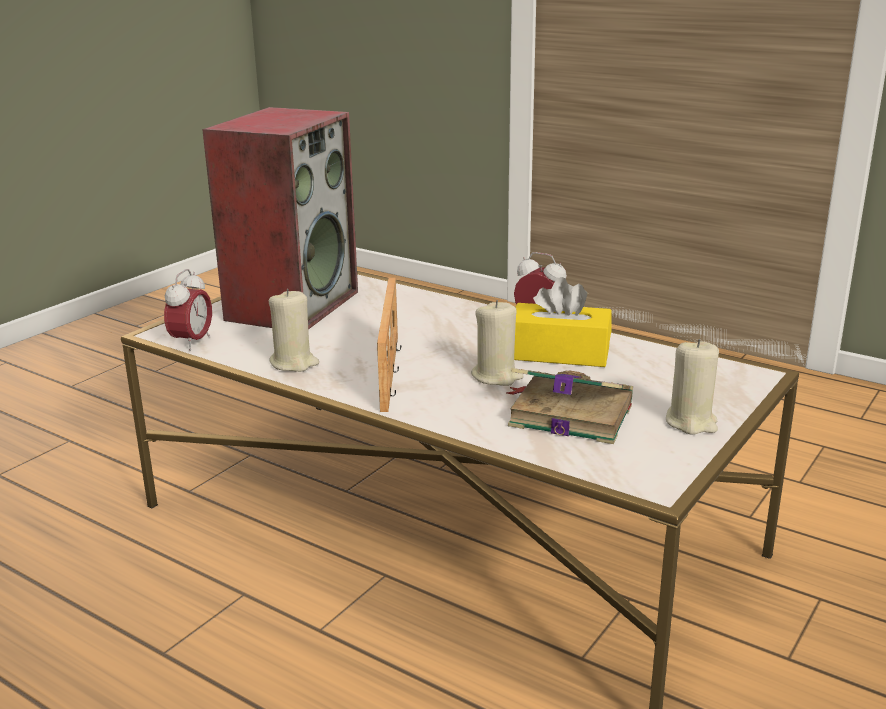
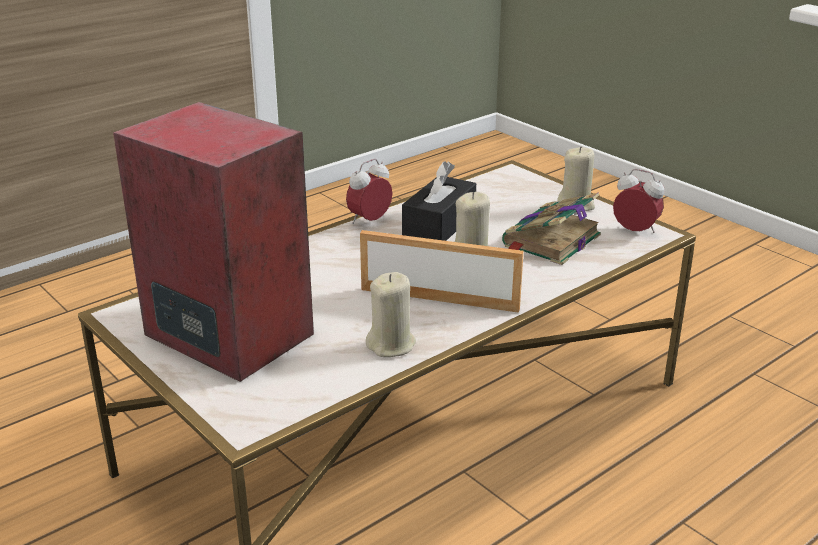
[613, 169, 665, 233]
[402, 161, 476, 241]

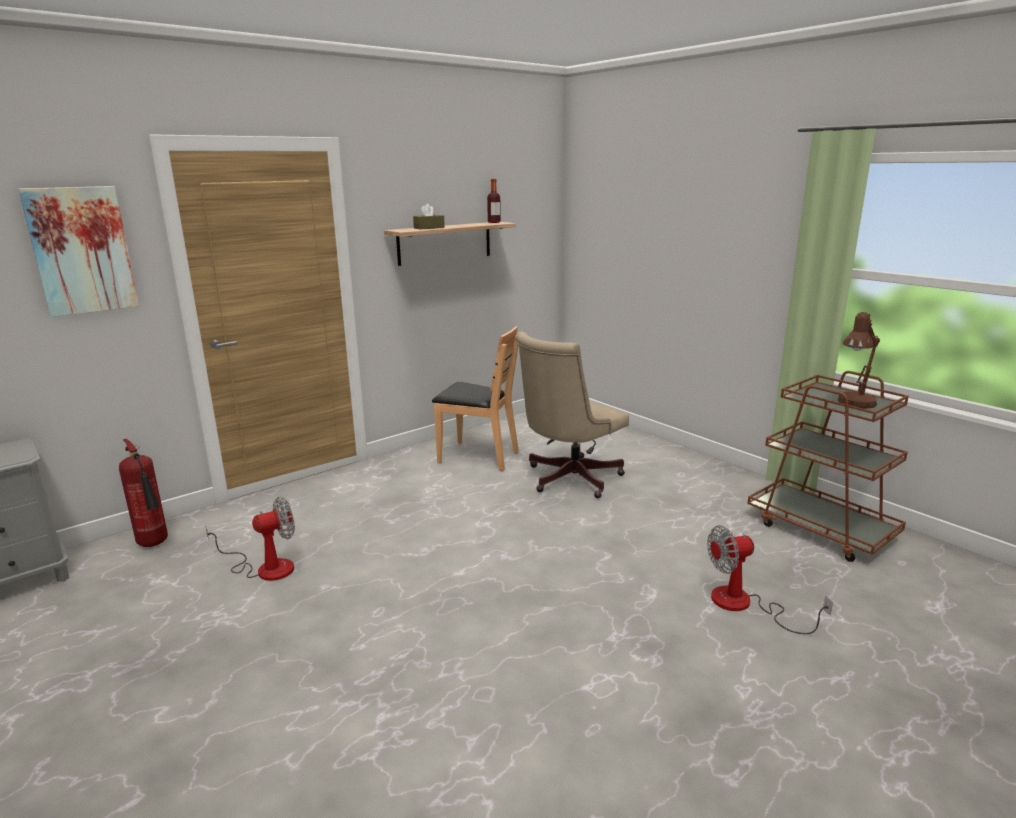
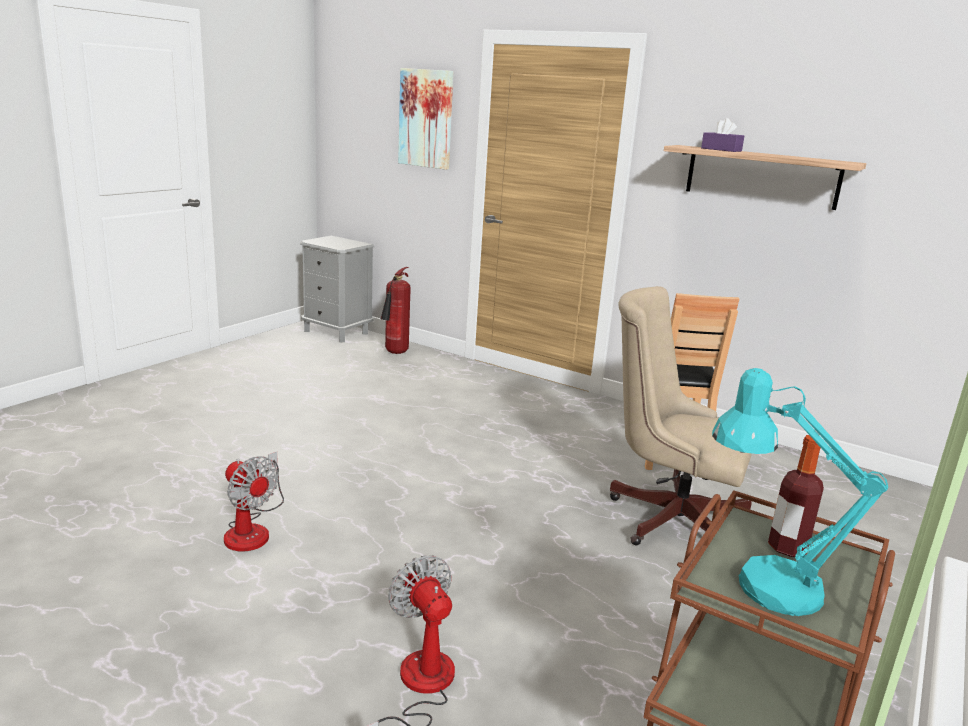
[224, 452, 284, 551]
[768, 435, 824, 557]
[701, 118, 744, 152]
[712, 368, 888, 616]

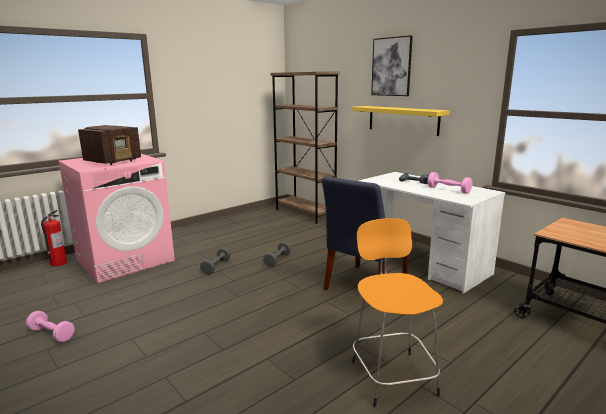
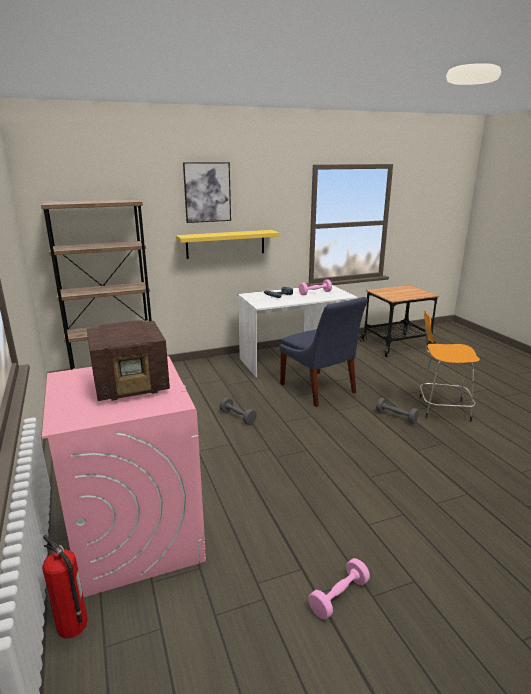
[376, 398, 419, 424]
[87, 320, 170, 401]

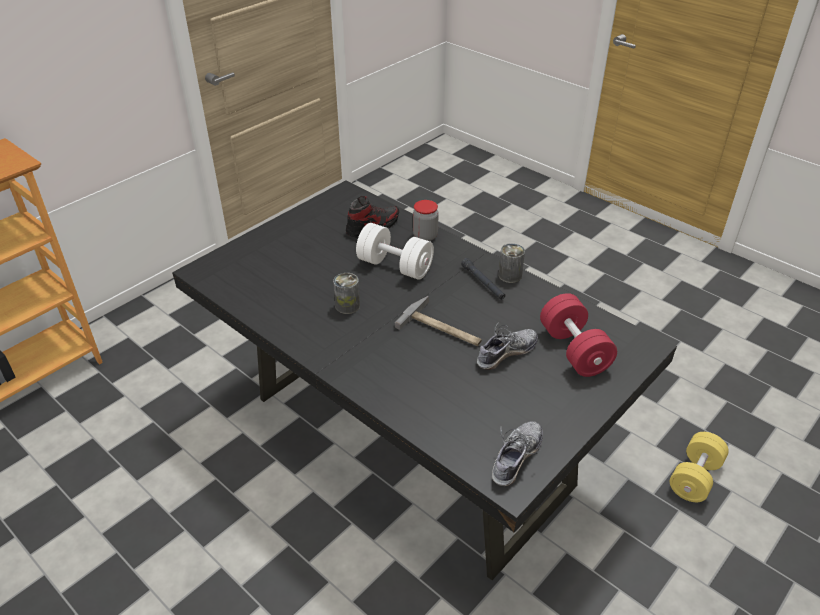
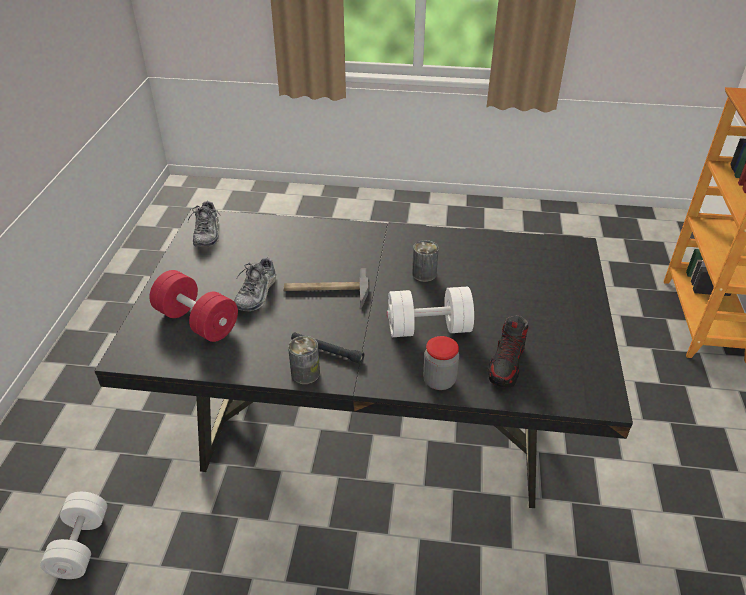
[40, 492, 107, 579]

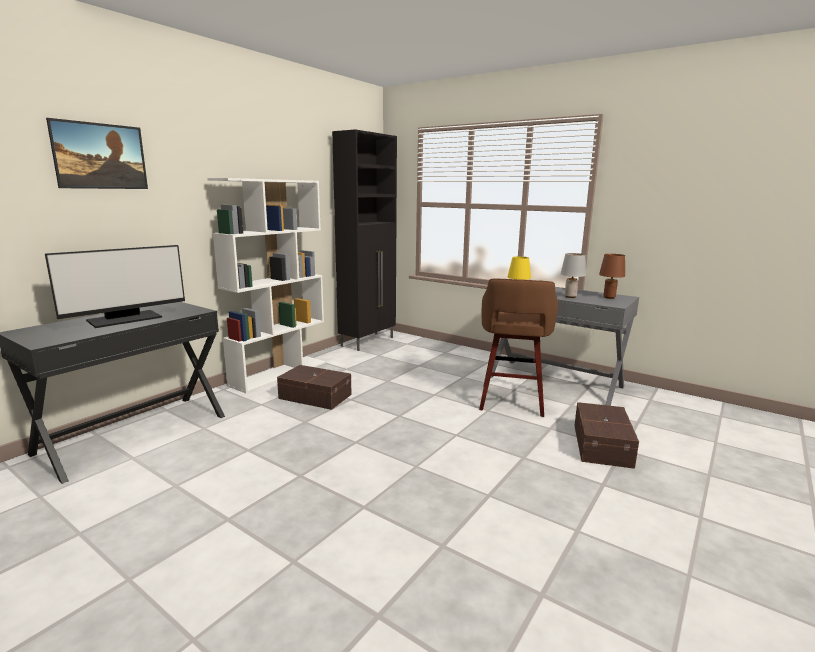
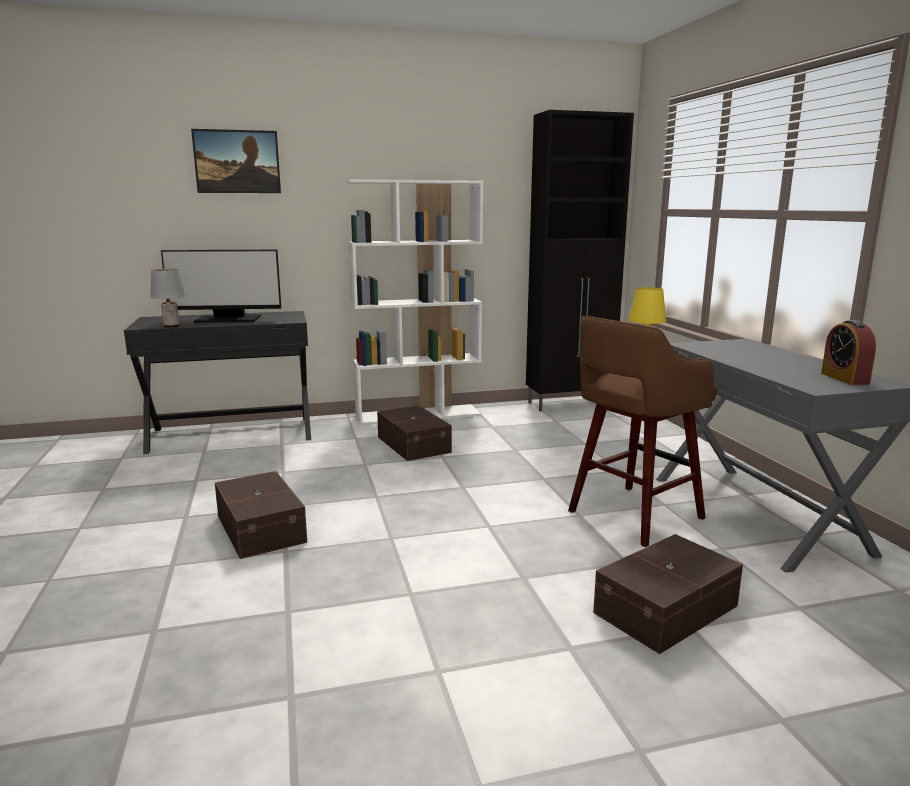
[215, 471, 307, 559]
[151, 269, 185, 327]
[821, 320, 876, 385]

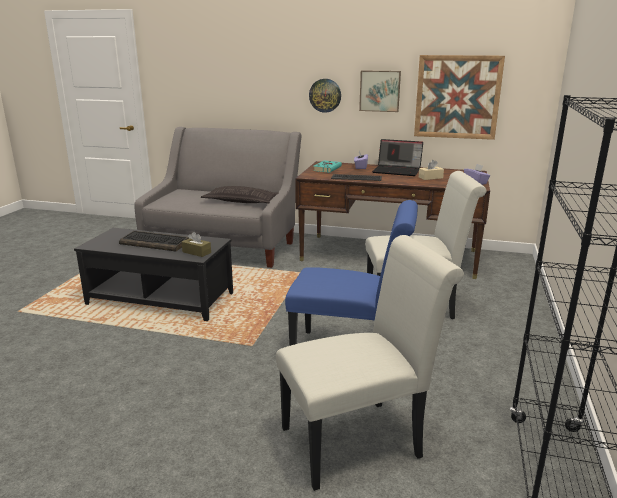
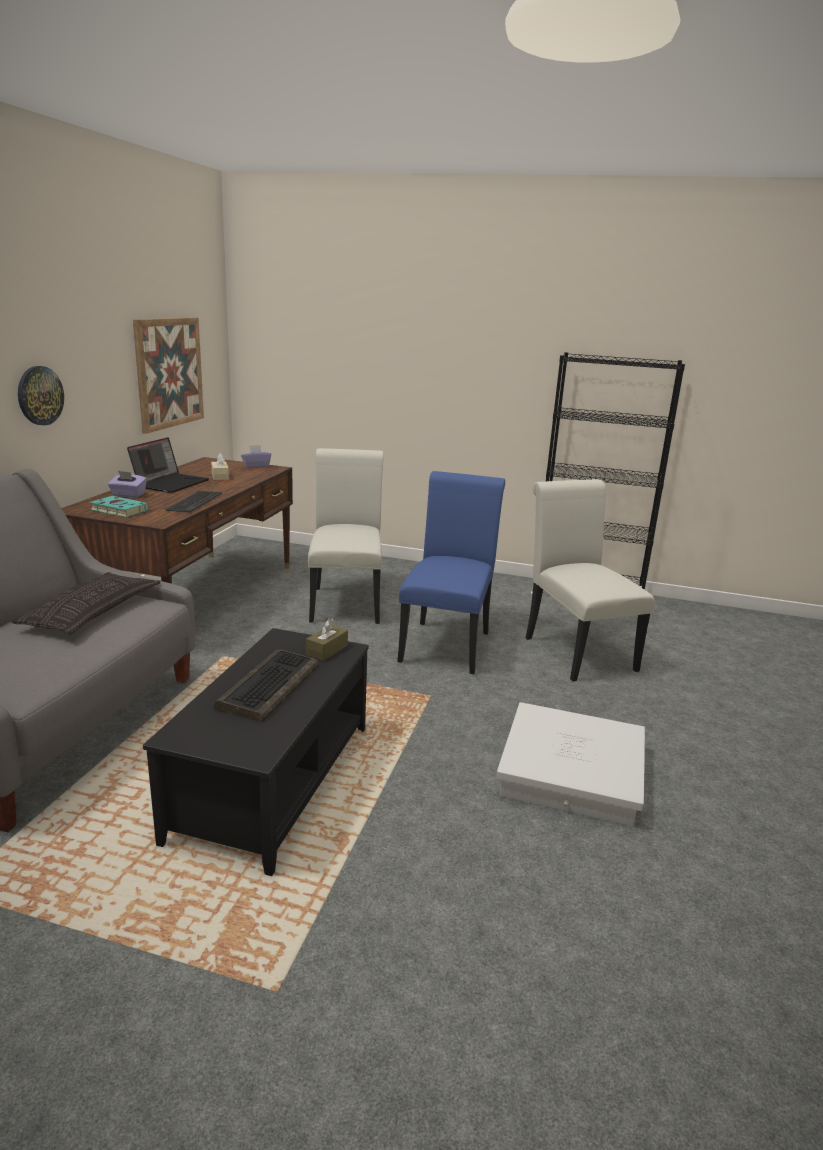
[359, 70, 401, 112] (first image)
[496, 702, 645, 826]

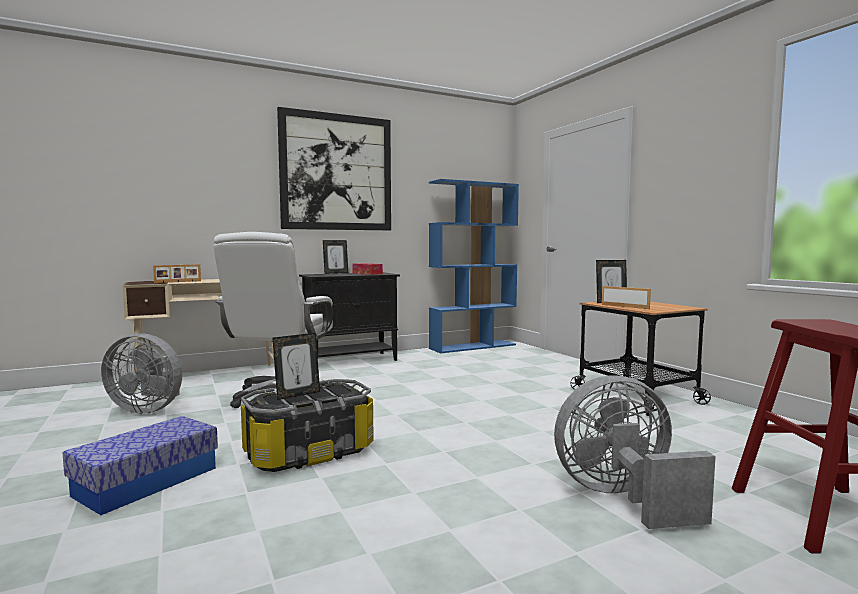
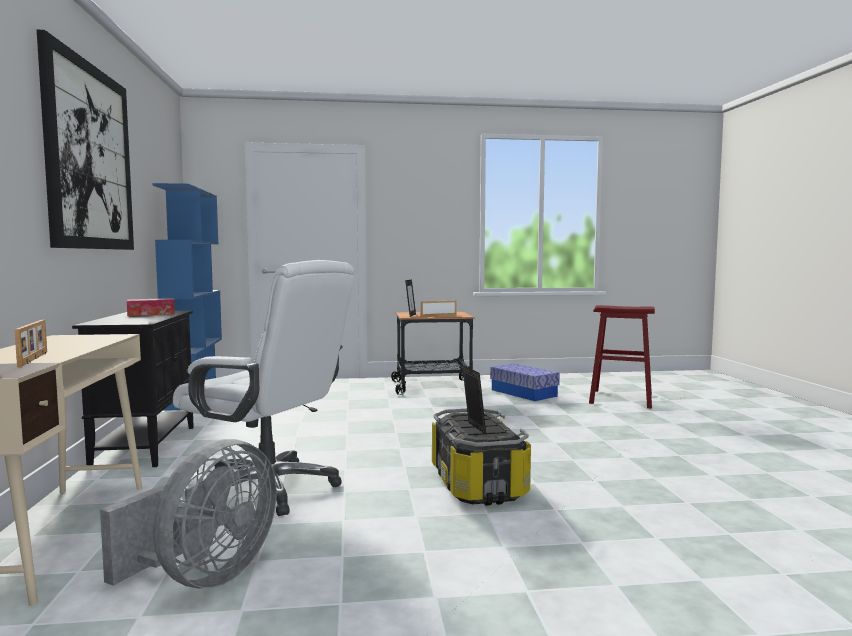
[323, 240, 348, 274] (first image)
[554, 375, 716, 529] (first image)
[490, 363, 560, 401]

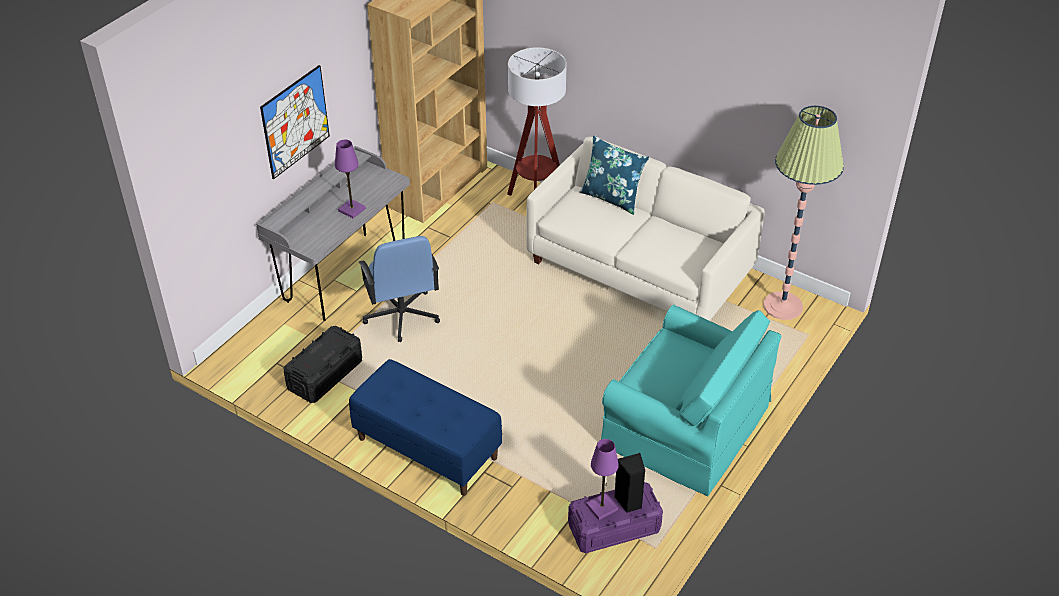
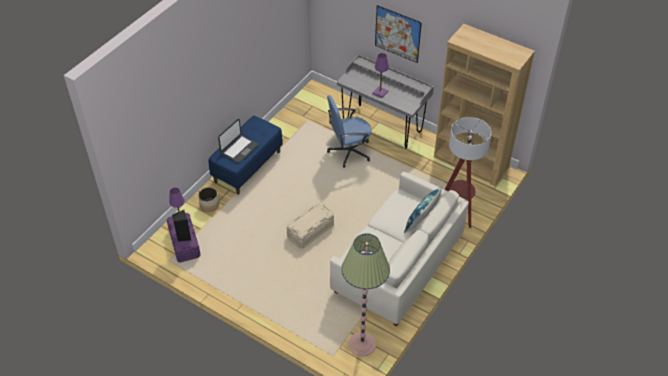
[284, 326, 362, 403] (first image)
[601, 305, 781, 496] (first image)
[198, 187, 219, 212]
[218, 119, 259, 163]
[287, 203, 334, 248]

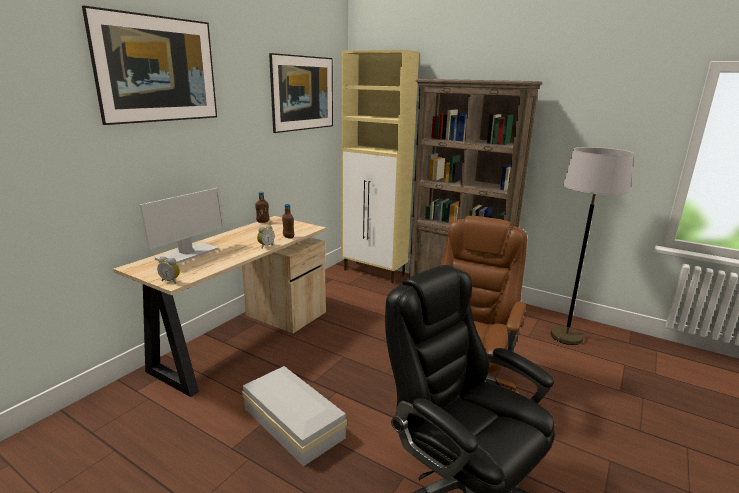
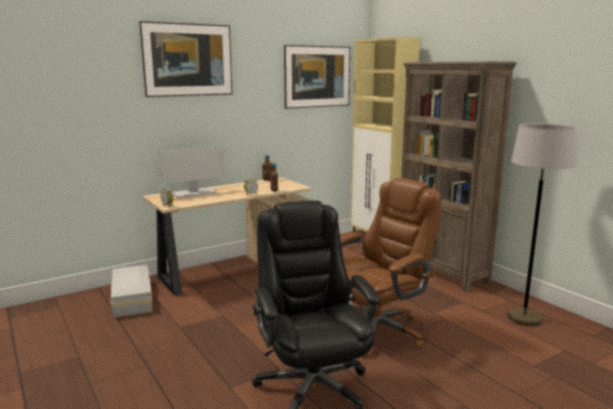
[111, 265, 153, 318]

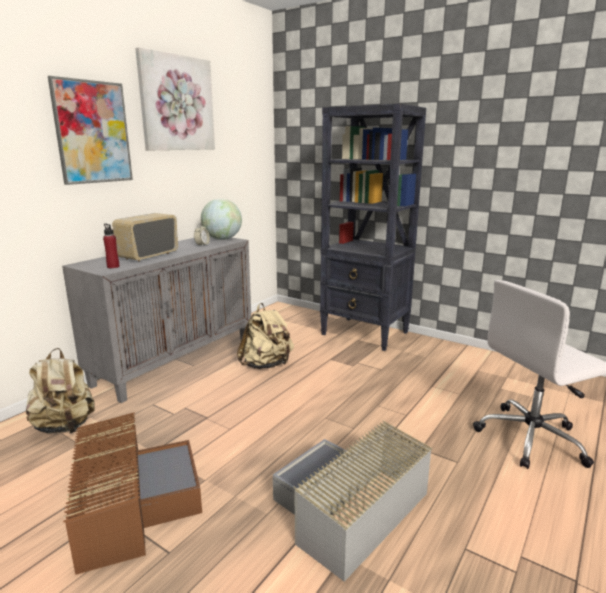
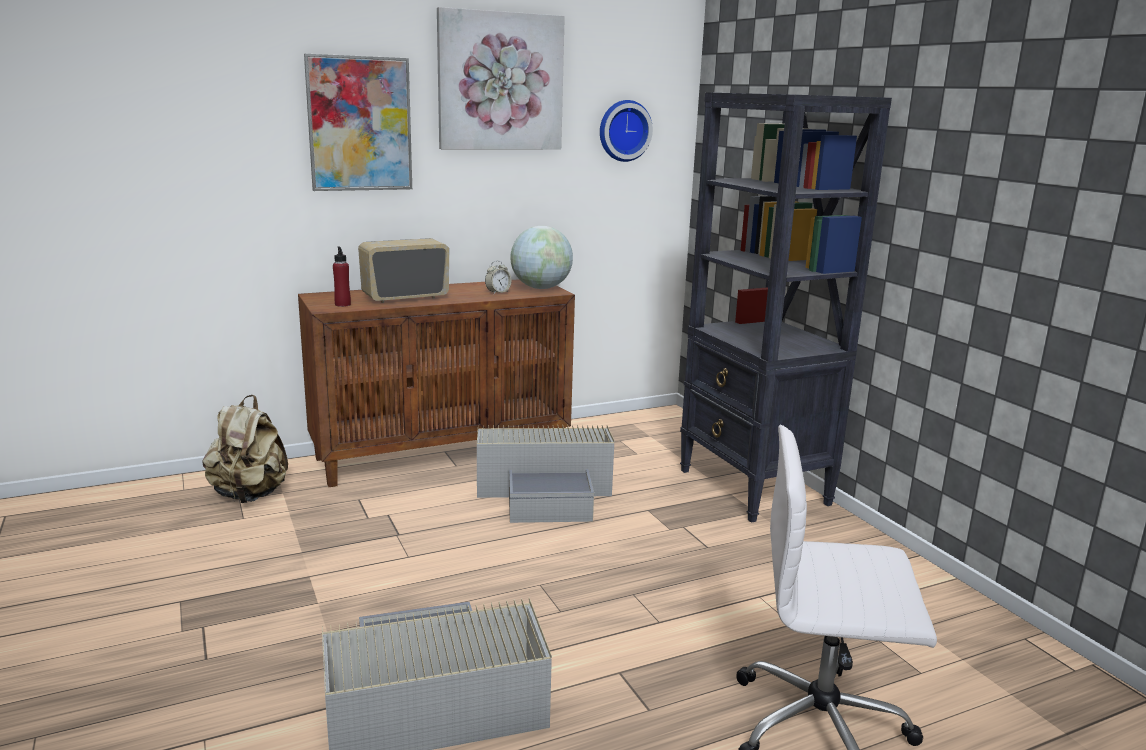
[63, 412, 202, 575] (first image)
[600, 100, 653, 162]
[477, 425, 614, 523]
[298, 279, 575, 487]

